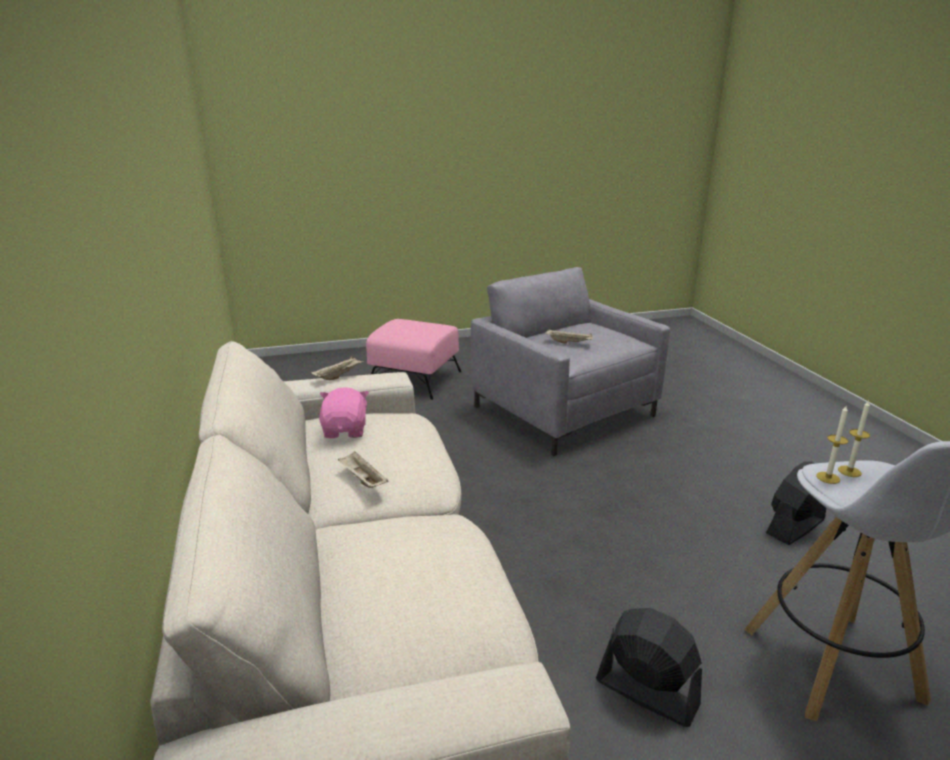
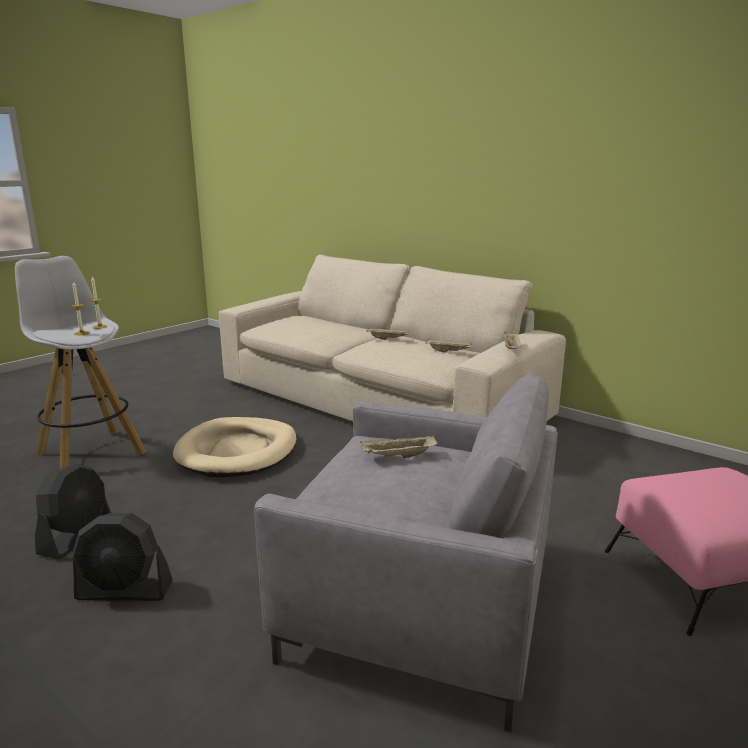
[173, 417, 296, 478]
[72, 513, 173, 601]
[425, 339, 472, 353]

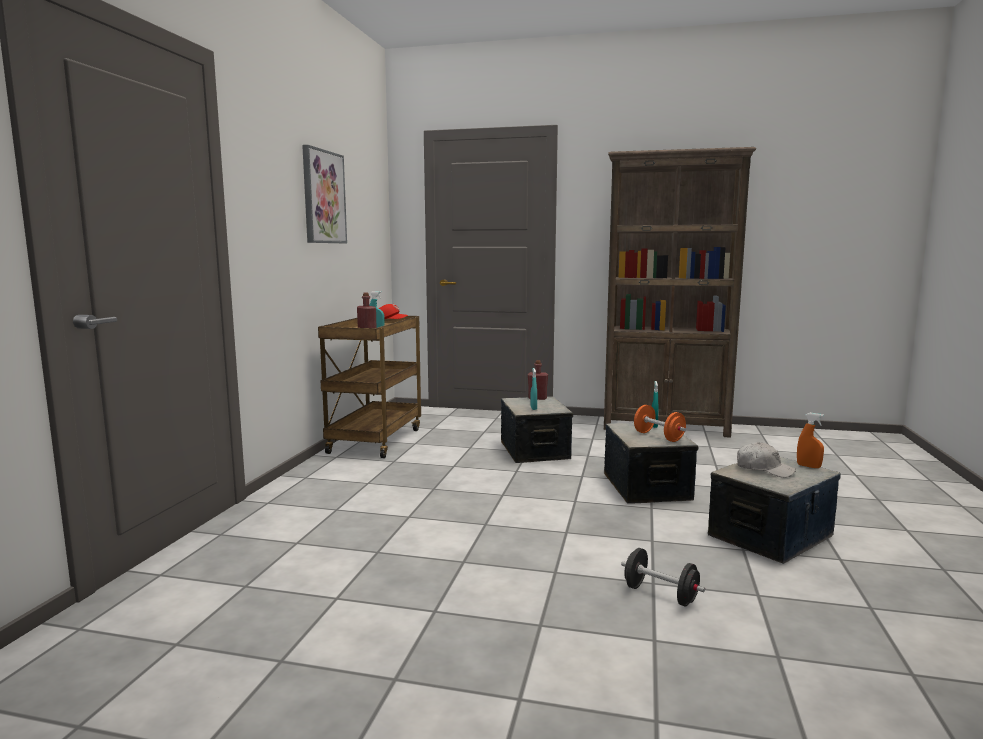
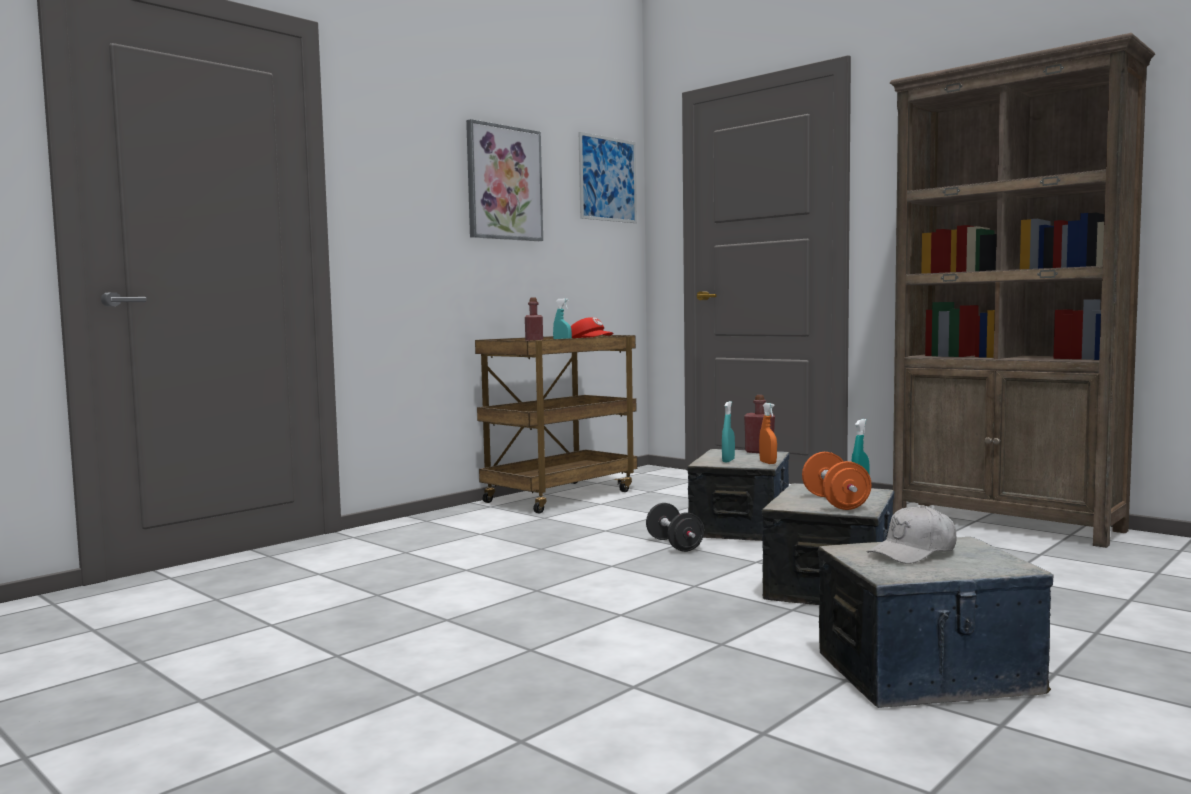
[579, 132, 637, 223]
[646, 503, 704, 552]
[759, 403, 777, 464]
[867, 505, 957, 564]

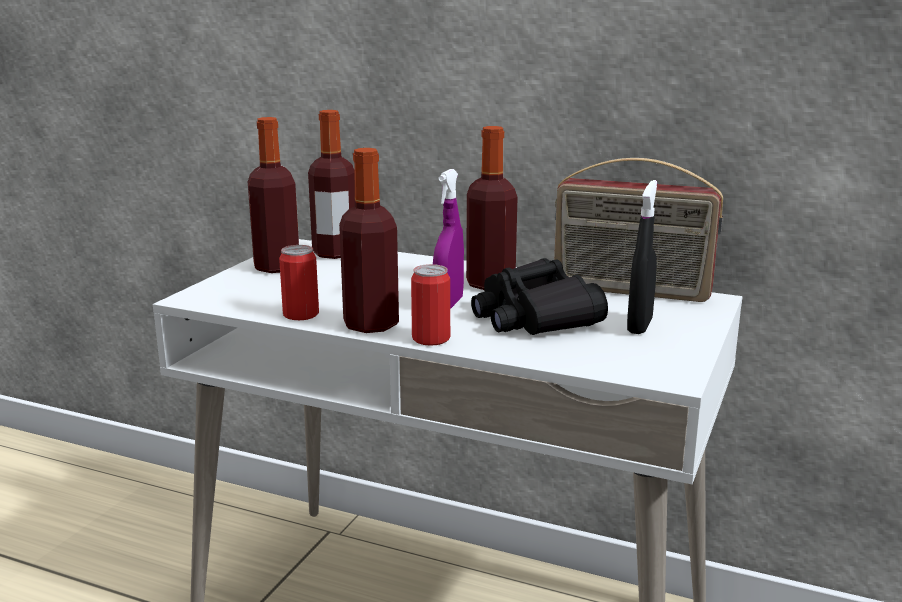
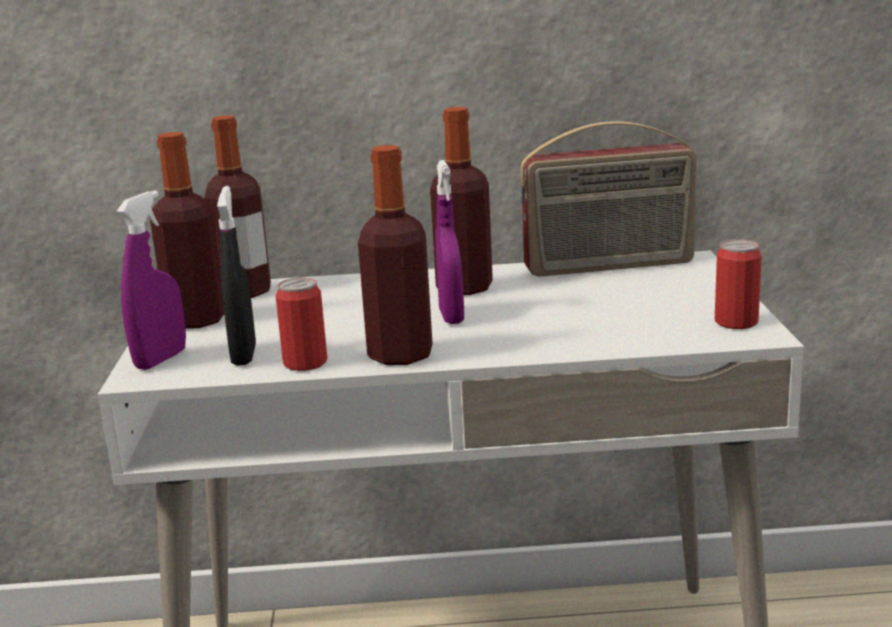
[471, 258, 608, 335] (first image)
[117, 190, 186, 370]
[715, 239, 762, 329]
[217, 186, 256, 366]

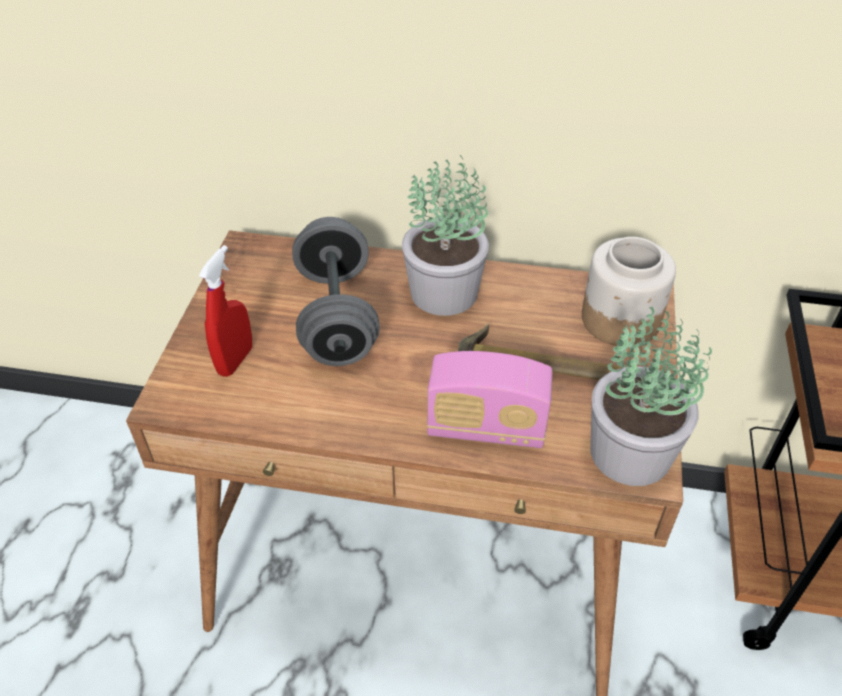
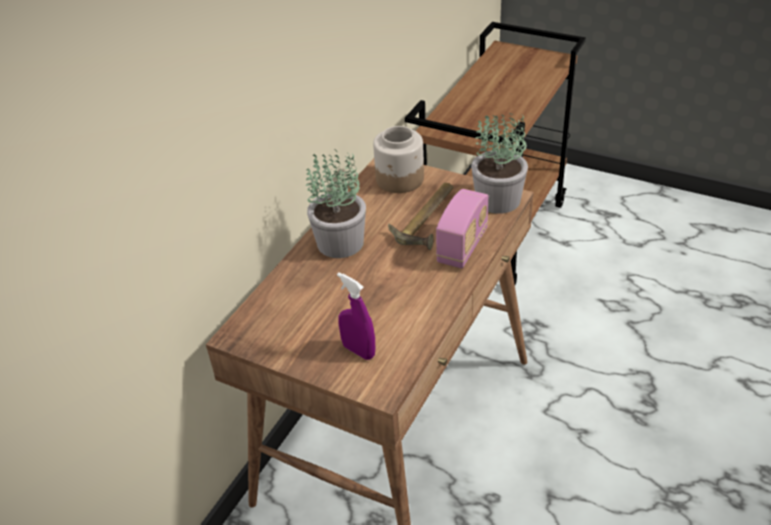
[292, 217, 380, 366] (first image)
[337, 272, 375, 360]

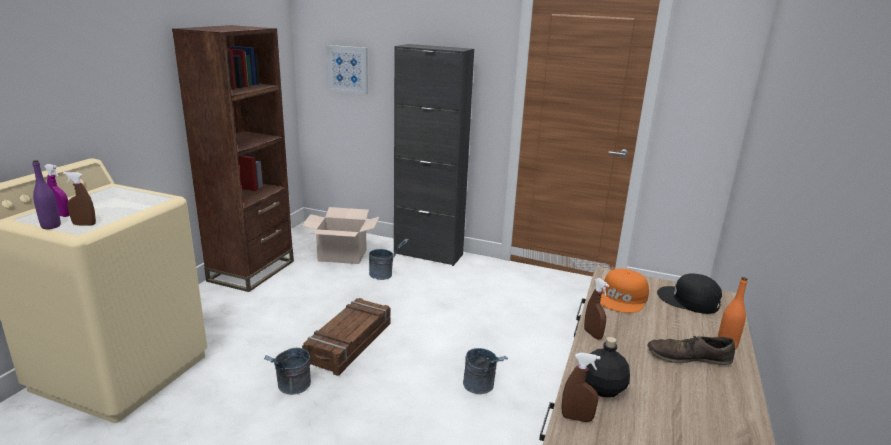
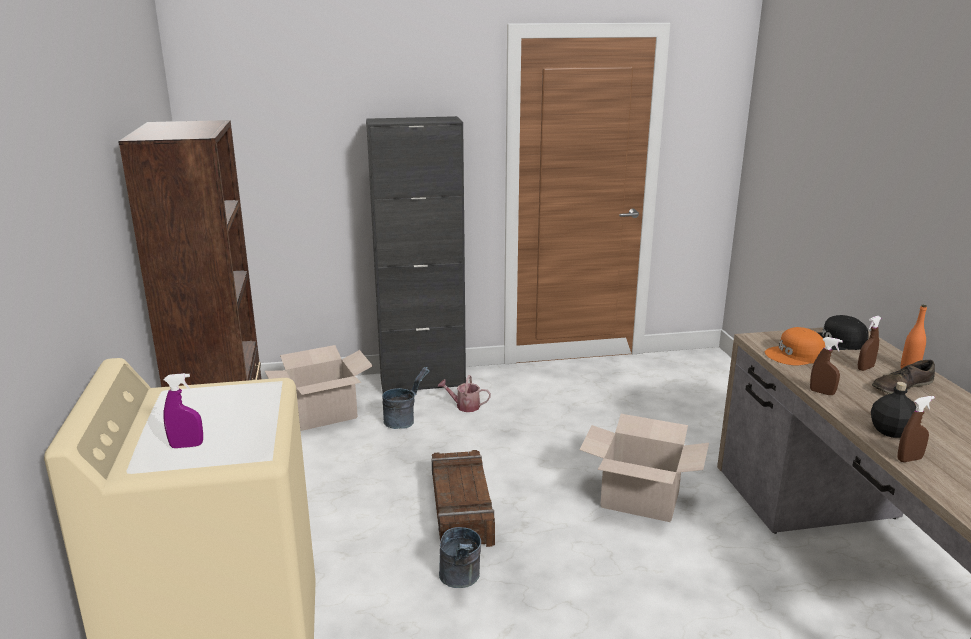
[32, 160, 61, 229] (first image)
[326, 45, 368, 95] (first image)
[438, 375, 491, 412]
[858, 316, 881, 371]
[580, 414, 709, 522]
[765, 327, 825, 365]

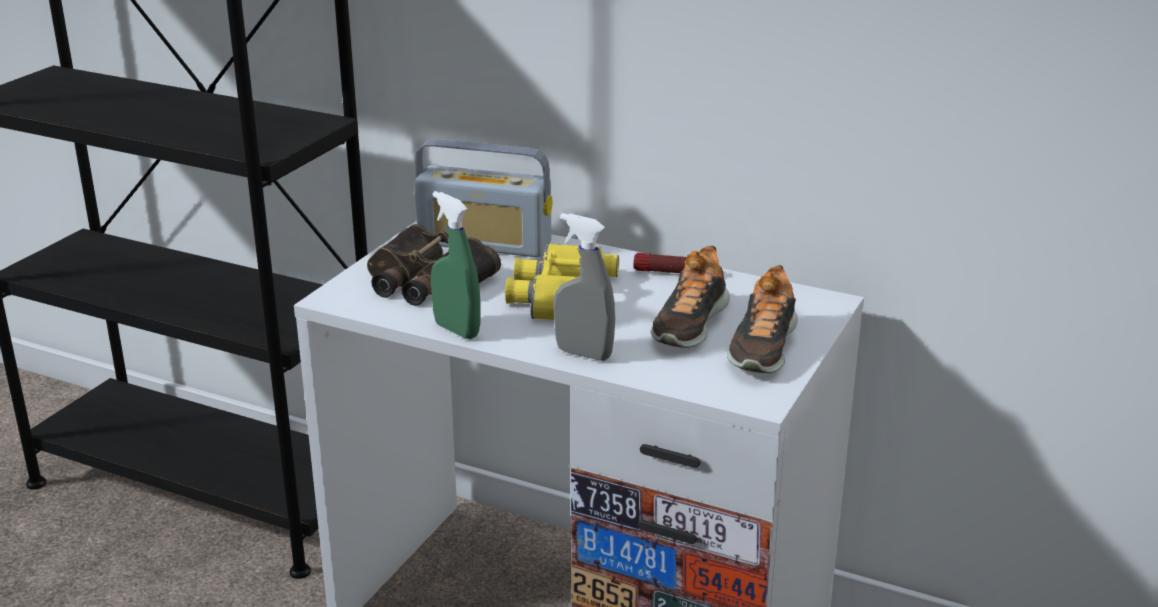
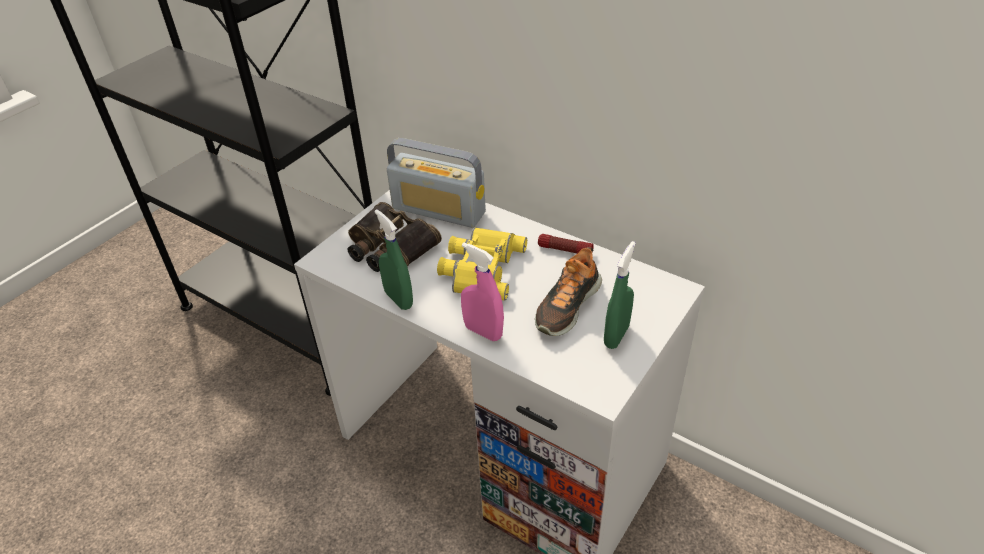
[604, 241, 636, 349]
[461, 242, 504, 341]

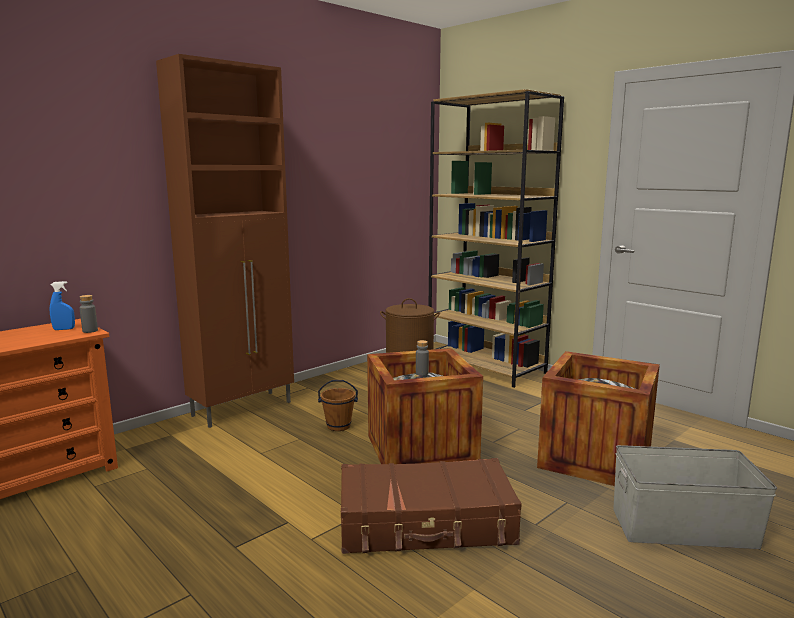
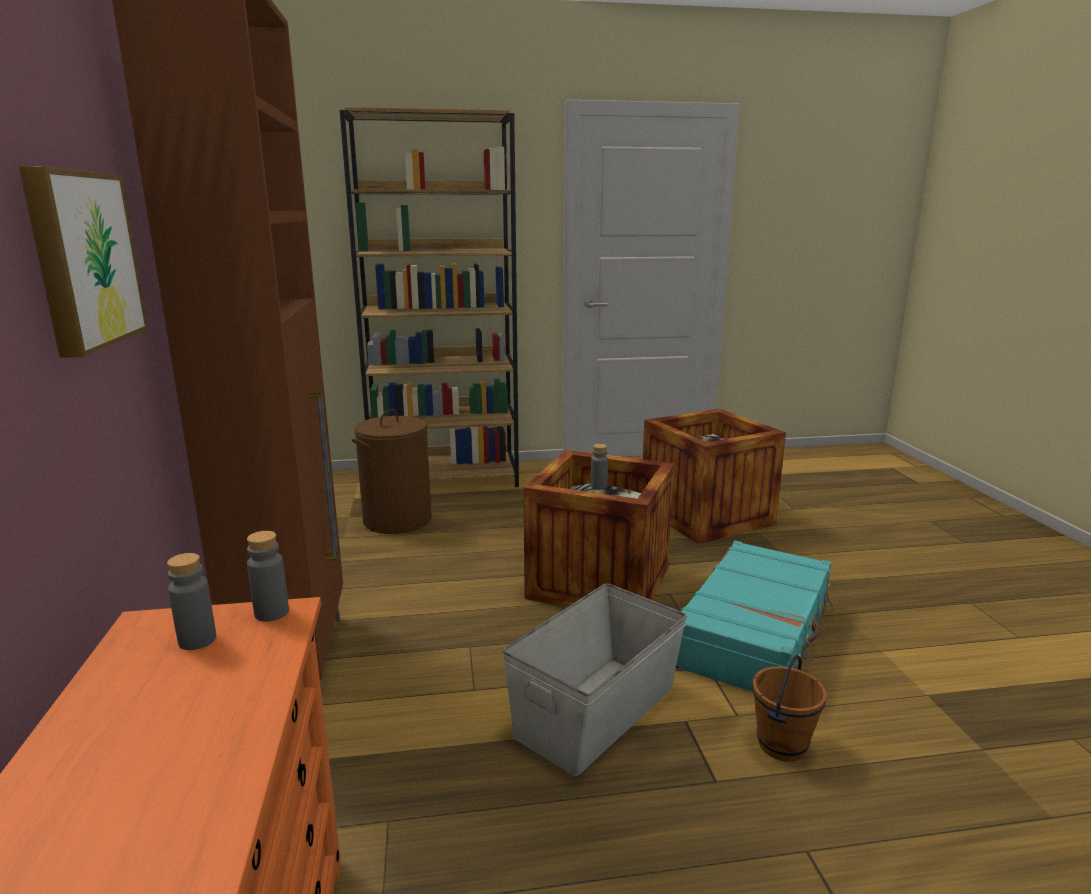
[19, 166, 148, 358]
[752, 655, 827, 762]
[503, 583, 687, 776]
[167, 553, 216, 650]
[676, 540, 833, 692]

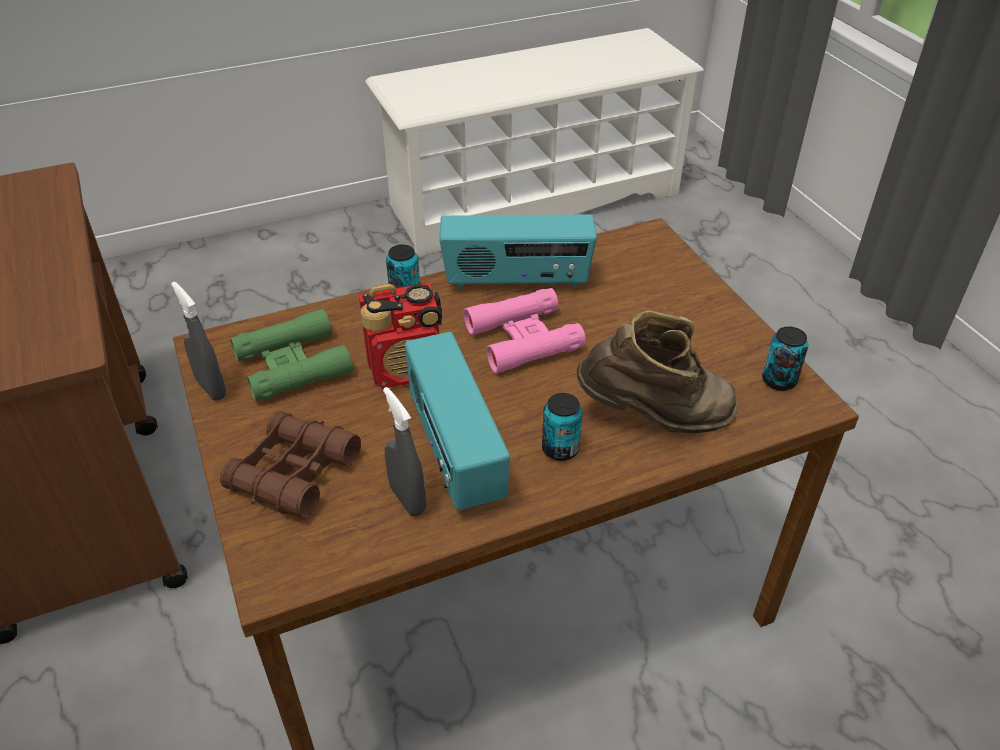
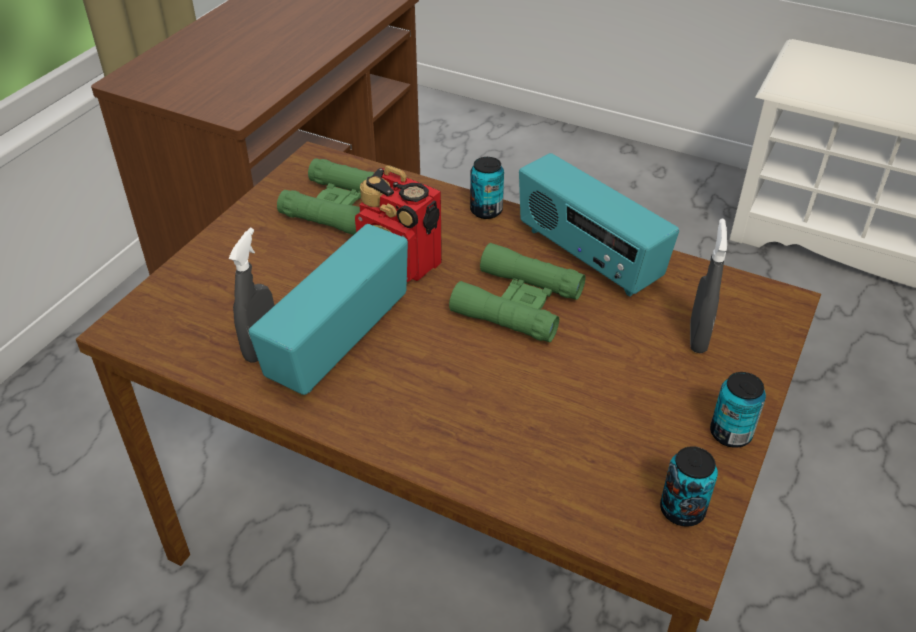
[220, 411, 361, 518] (first image)
[577, 310, 737, 433] (first image)
[690, 219, 727, 353]
[710, 372, 766, 448]
[449, 243, 586, 342]

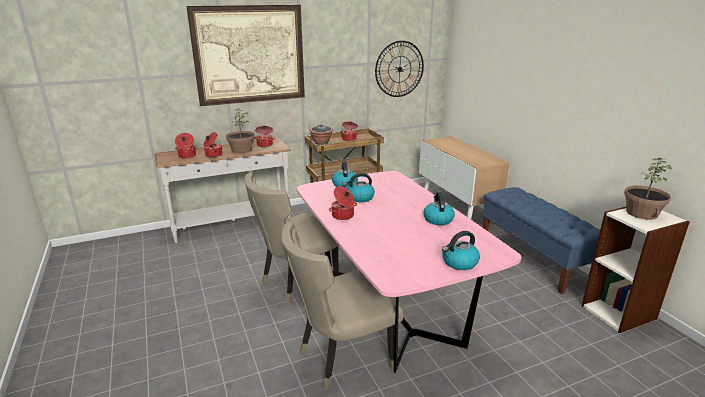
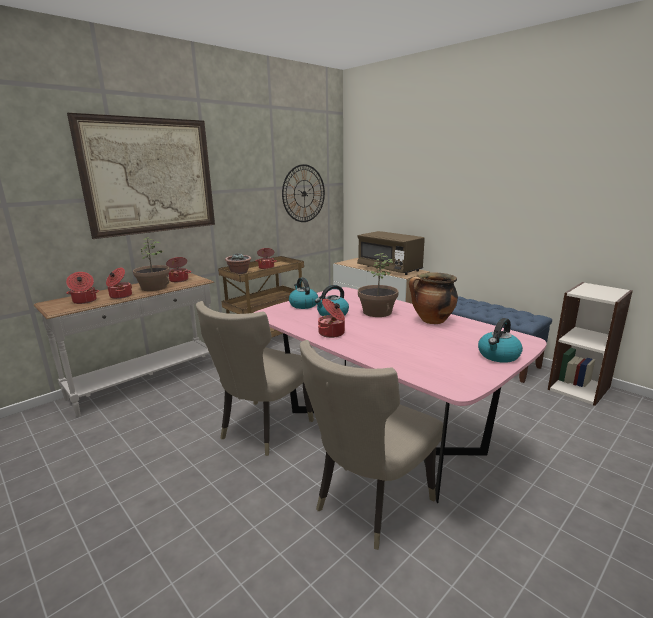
[357, 231, 425, 275]
[358, 253, 399, 317]
[409, 272, 458, 324]

